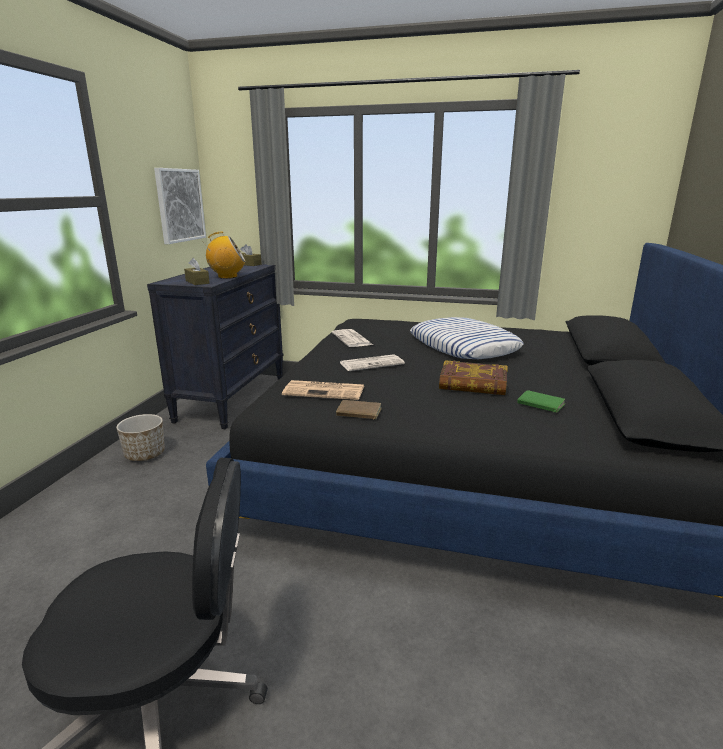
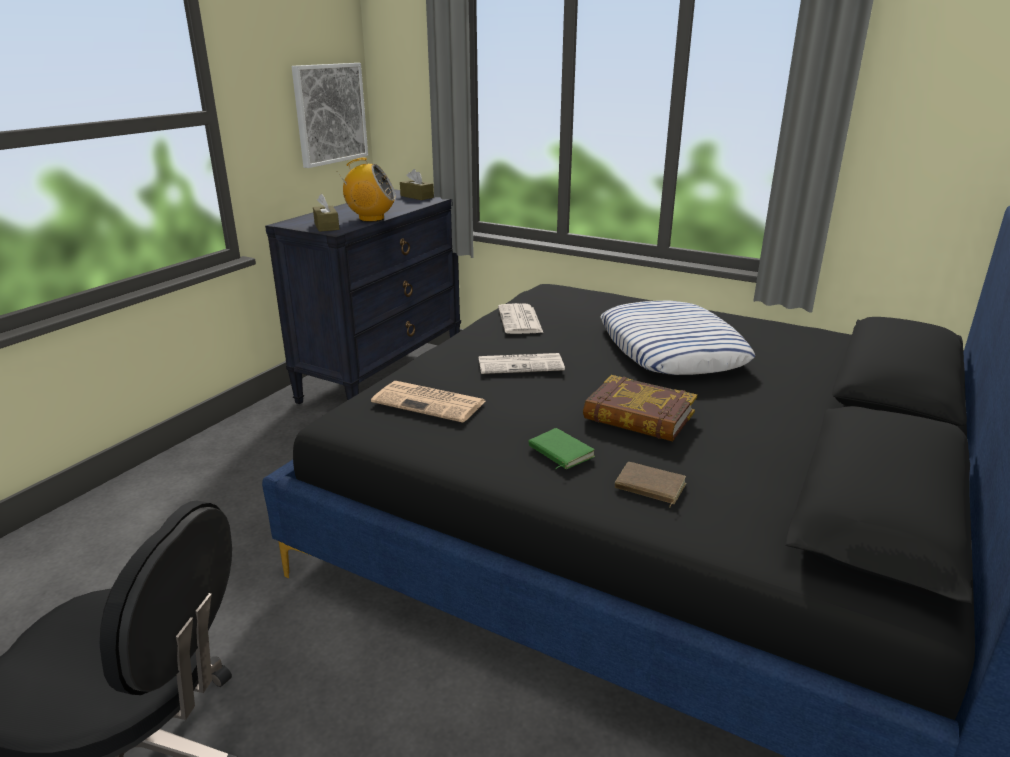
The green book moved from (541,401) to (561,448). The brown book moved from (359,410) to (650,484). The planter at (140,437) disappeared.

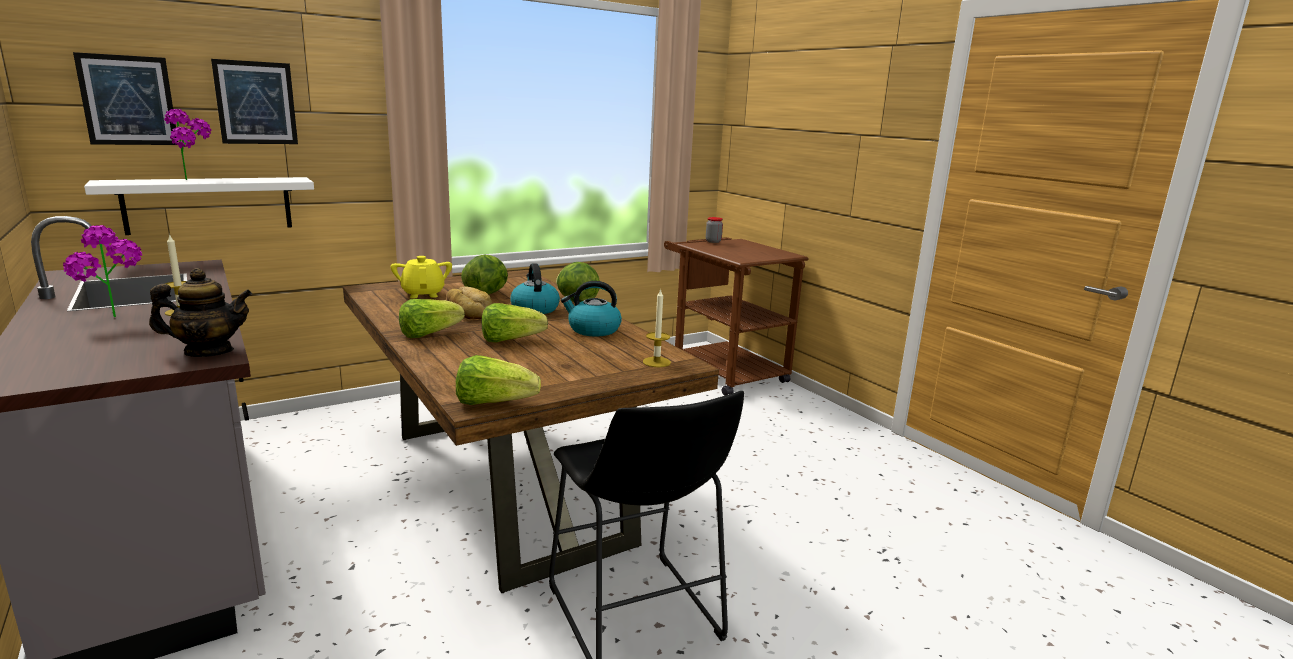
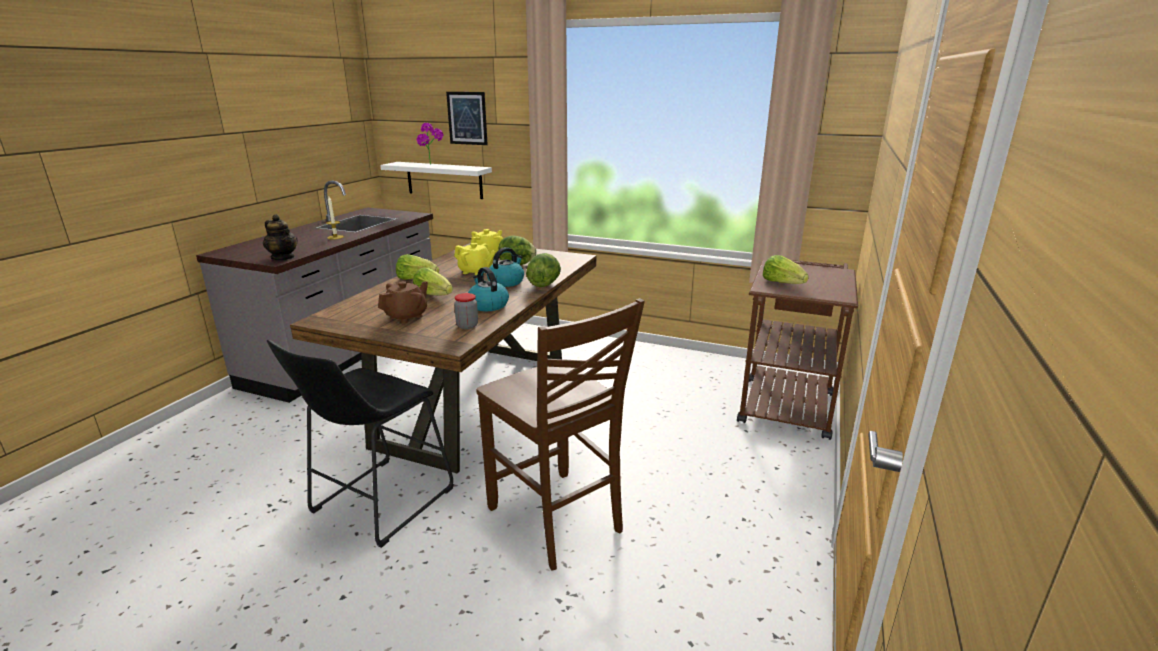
The brown teapot at (403,302) appeared. The bread at (469,302) was replaced by the yellow teapot at (475,259). The jar moved from (714,230) to (466,311). The brown chair at (560,434) appeared. The lettuce moved from (498,380) to (786,269). The potted plant at (102,271) disappeared. The picture at (125,98) disappeared. The candle at (657,327) disappeared.

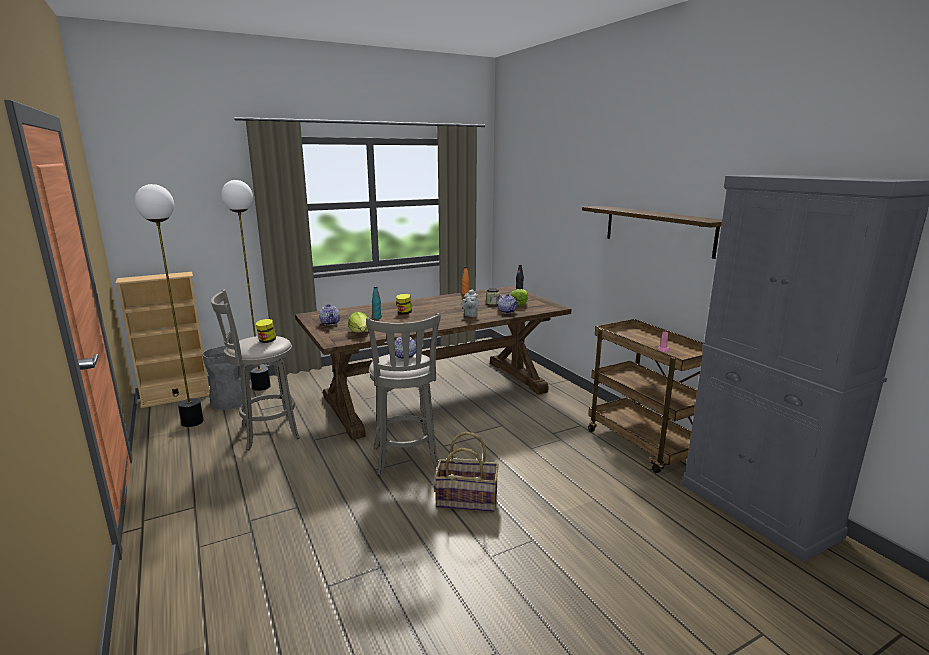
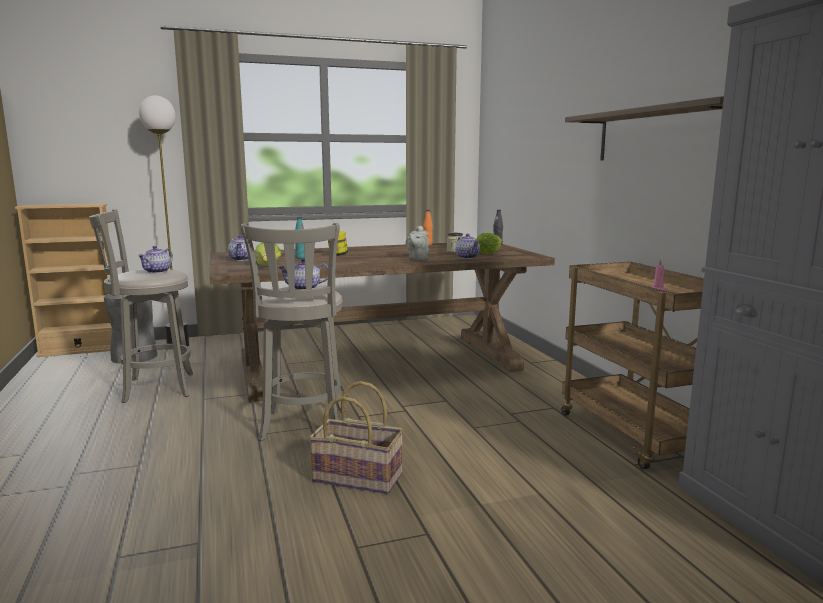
The jar at (266,331) was replaced by the teapot at (155,259). The floor lamp at (169,305) disappeared.

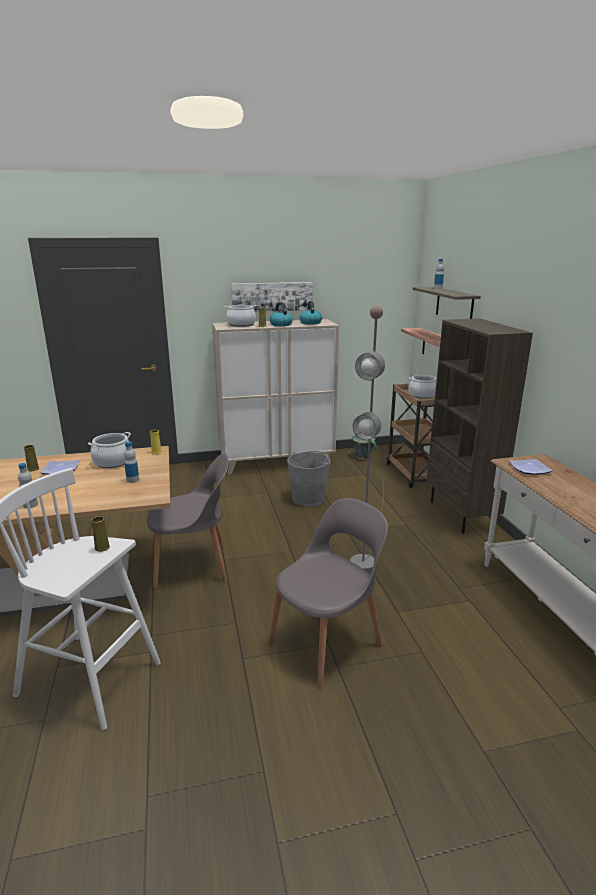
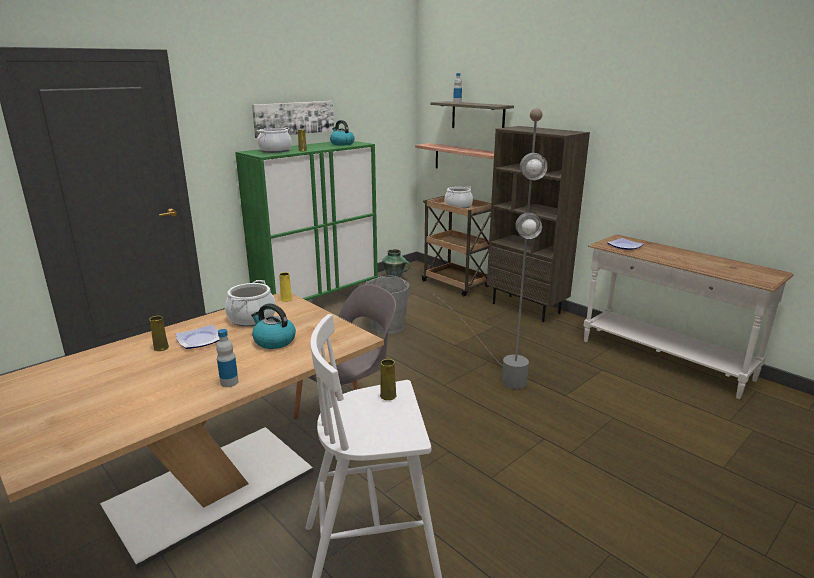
The beige cabinet at (275,397) became the green cabinet at (306,220). The kettle moved from (281,314) to (273,326). The bottle at (131,462) disappeared. The grey chair at (328,593) disappeared.

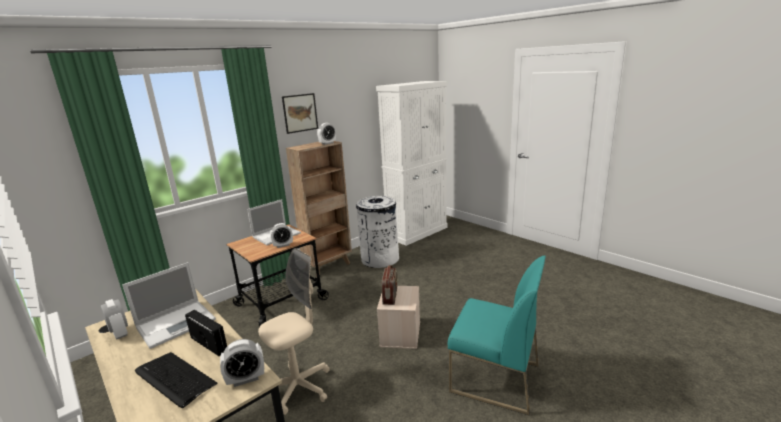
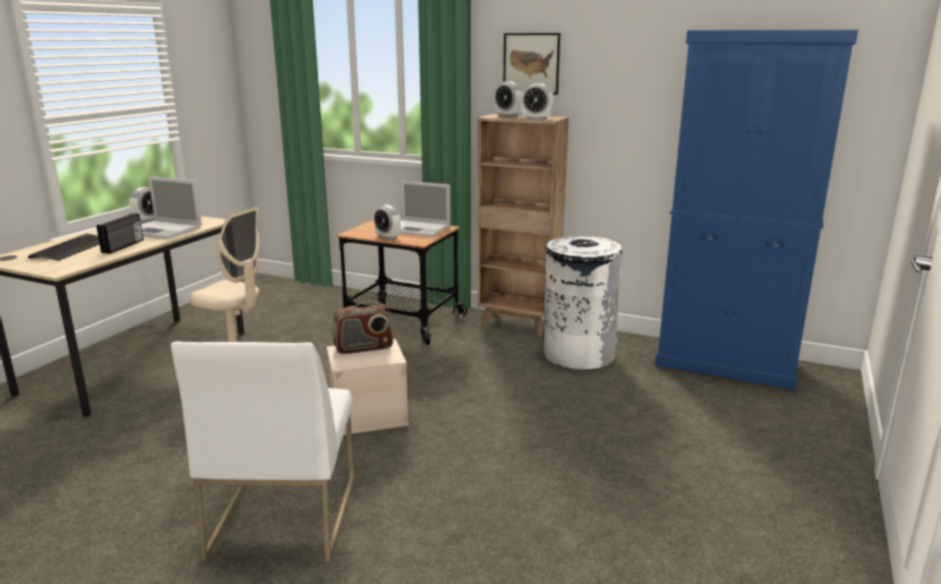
The turquoise chair at (497,335) became the white chair at (262,452). The alarm clock moved from (242,363) to (509,99). The white cabinet at (411,163) became the blue cabinet at (756,210).

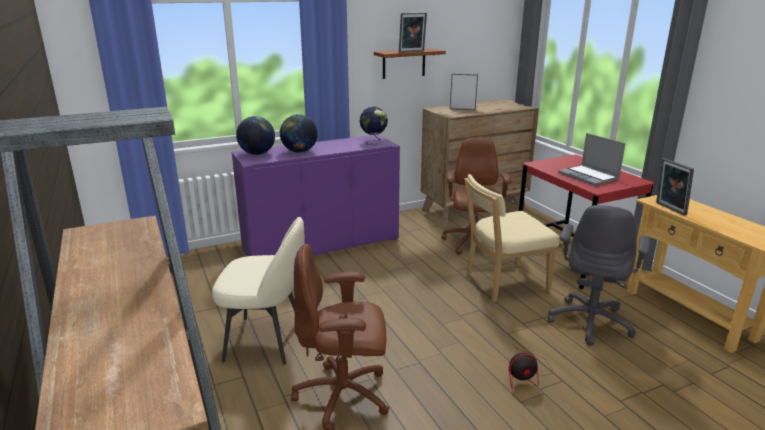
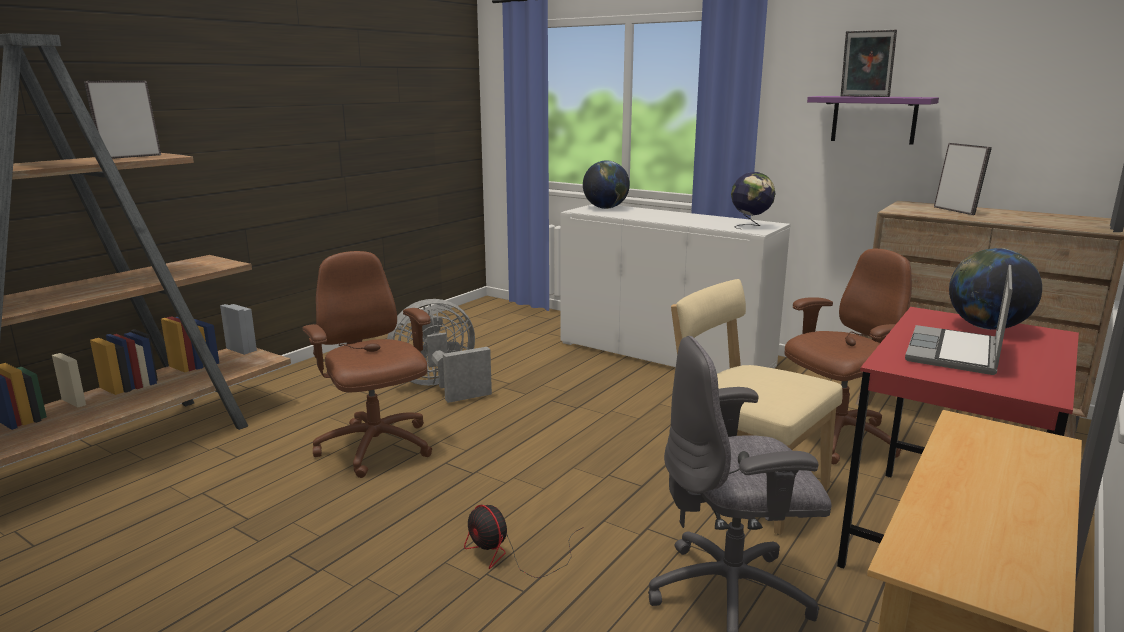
The picture frame moved from (675,187) to (122,120). The beige chair at (258,291) was replaced by the grey fan at (439,351). The purple cabinet at (316,195) became the white cabinet at (675,288). The brown shelf at (410,63) became the purple shelf at (873,120). The globe moved from (299,133) to (995,289).

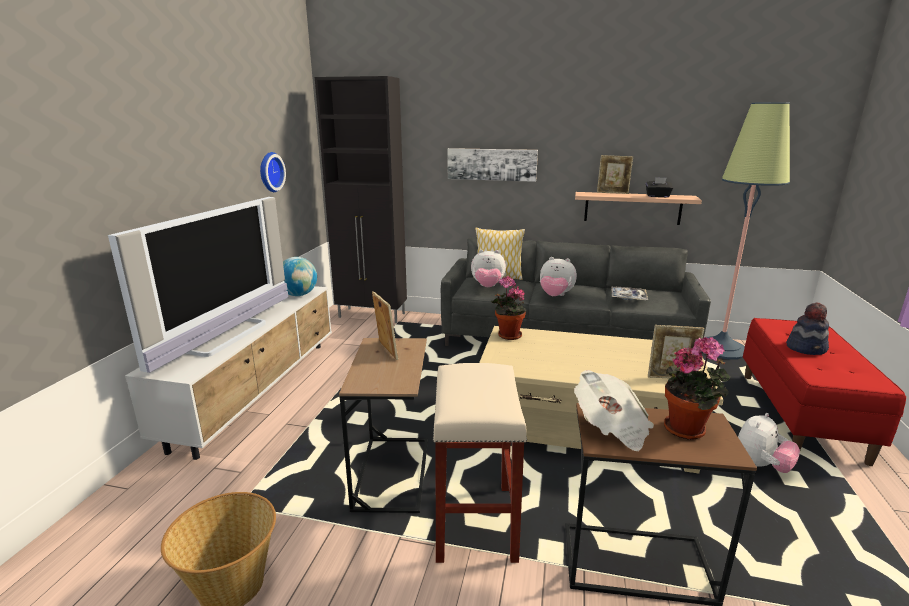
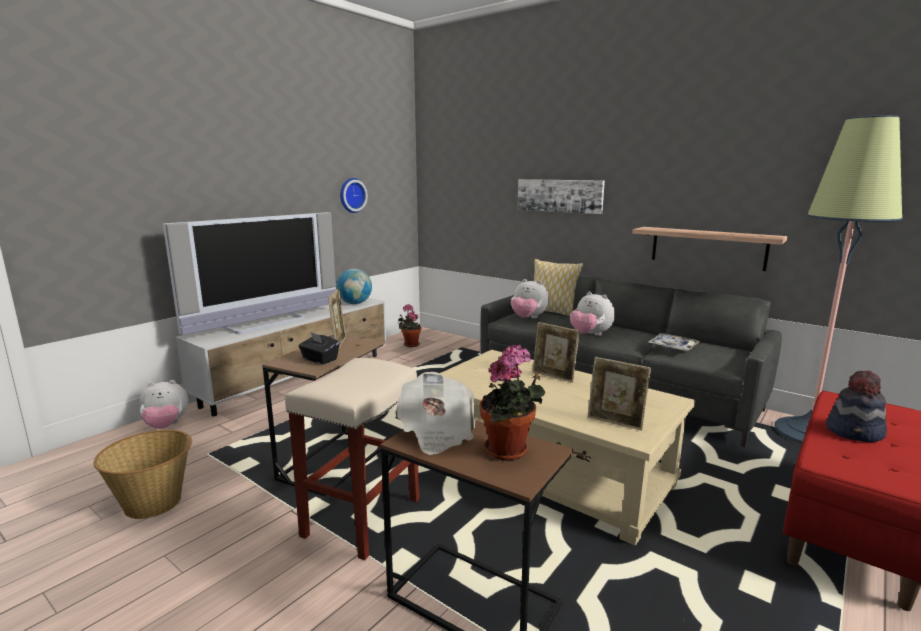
The plush toy moved from (769,443) to (164,404). The black tissue box moved from (659,187) to (318,348). The potted plant moved from (508,308) to (409,325). The picture frame moved from (615,174) to (556,352). The black cabinet at (361,199) disappeared.

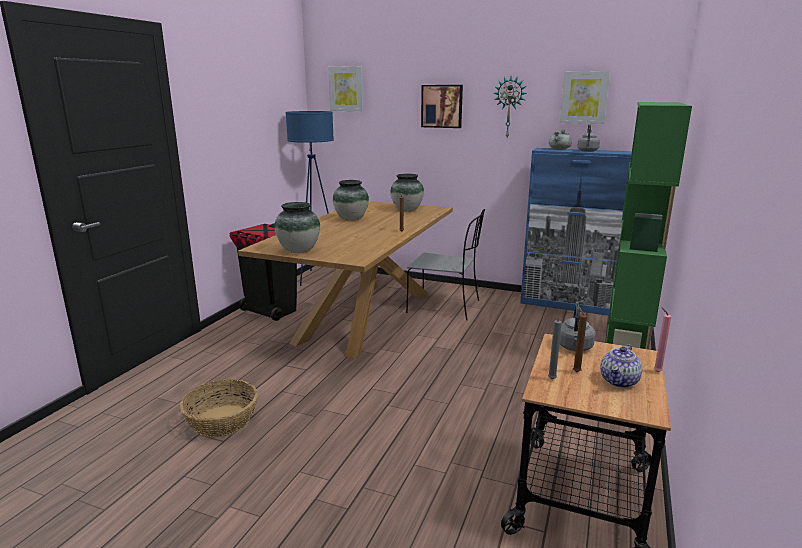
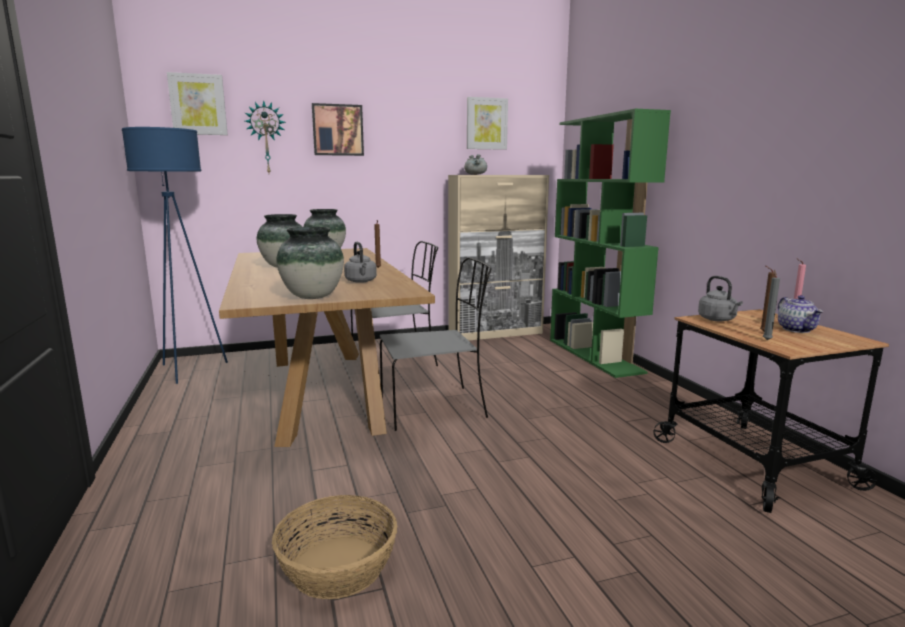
The wall clock moved from (510,106) to (265,136). The grey kettle moved from (588,138) to (360,262). The grey chair at (436,344) appeared. The blue cabinet at (576,232) became the beige cabinet at (498,258). The black trash can at (263,272) disappeared.

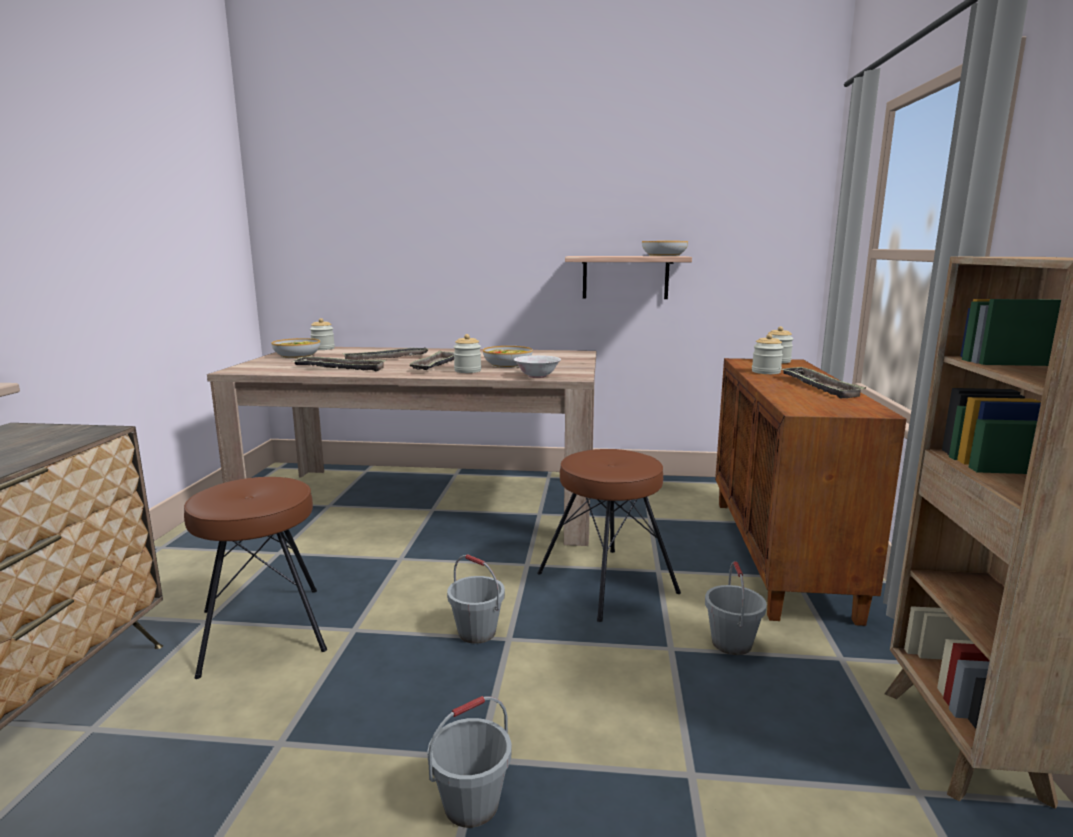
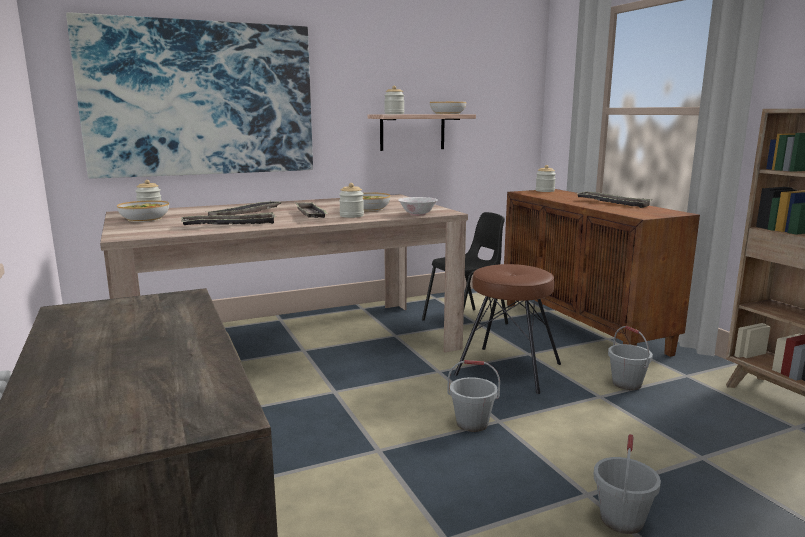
The picture at (189,95) appeared. The jar moved from (768,354) to (394,100). The black chair at (465,268) appeared. The brown stool at (255,578) disappeared.

